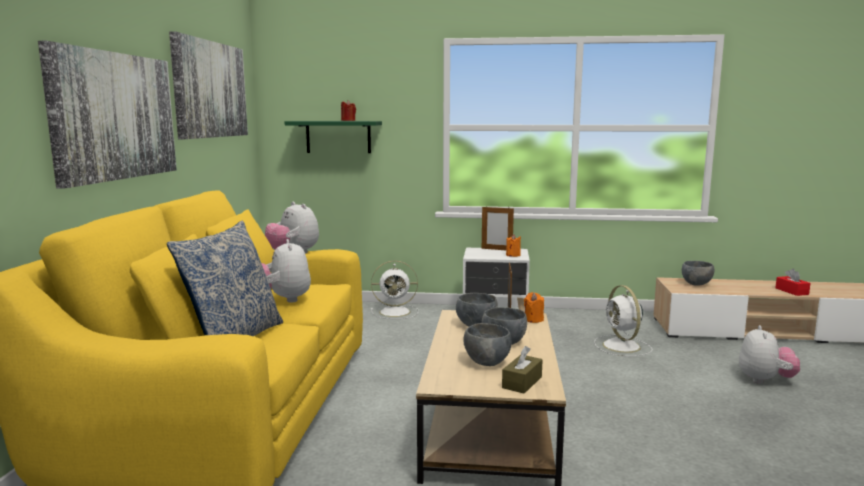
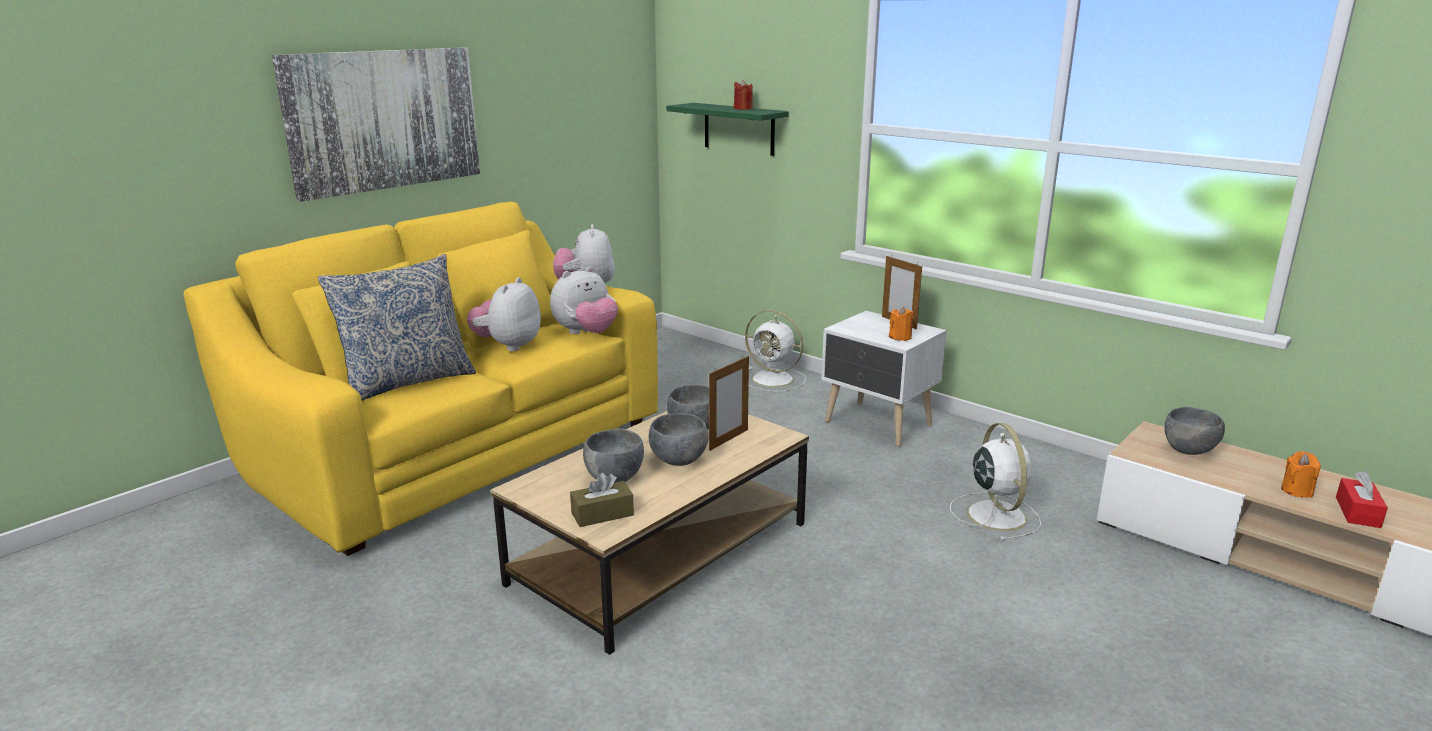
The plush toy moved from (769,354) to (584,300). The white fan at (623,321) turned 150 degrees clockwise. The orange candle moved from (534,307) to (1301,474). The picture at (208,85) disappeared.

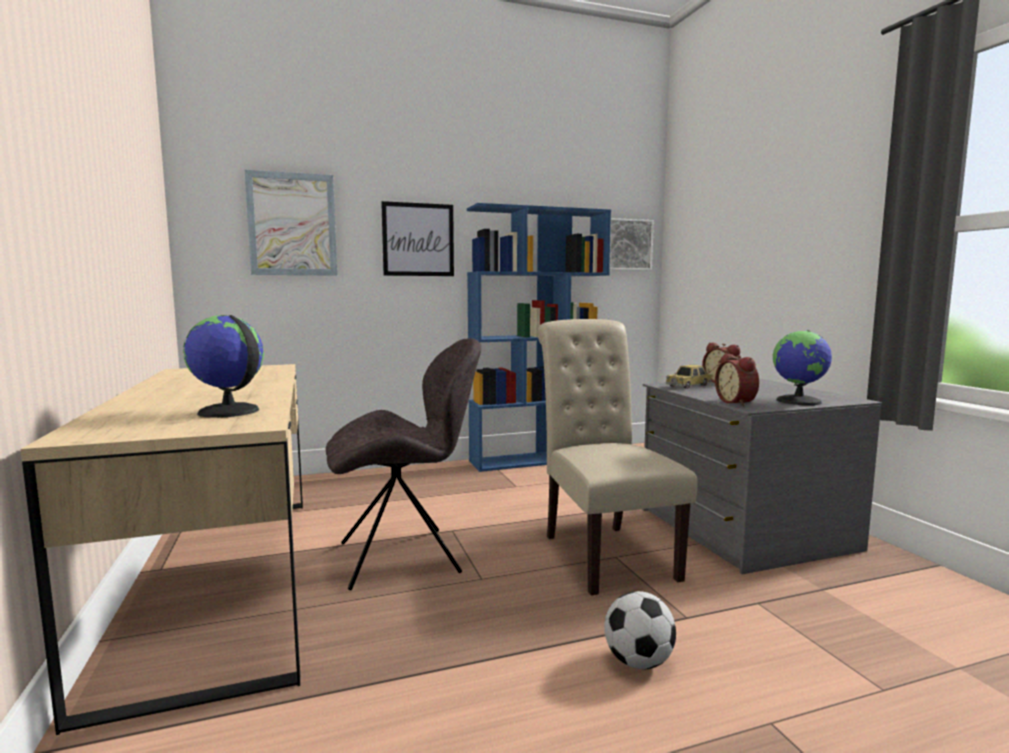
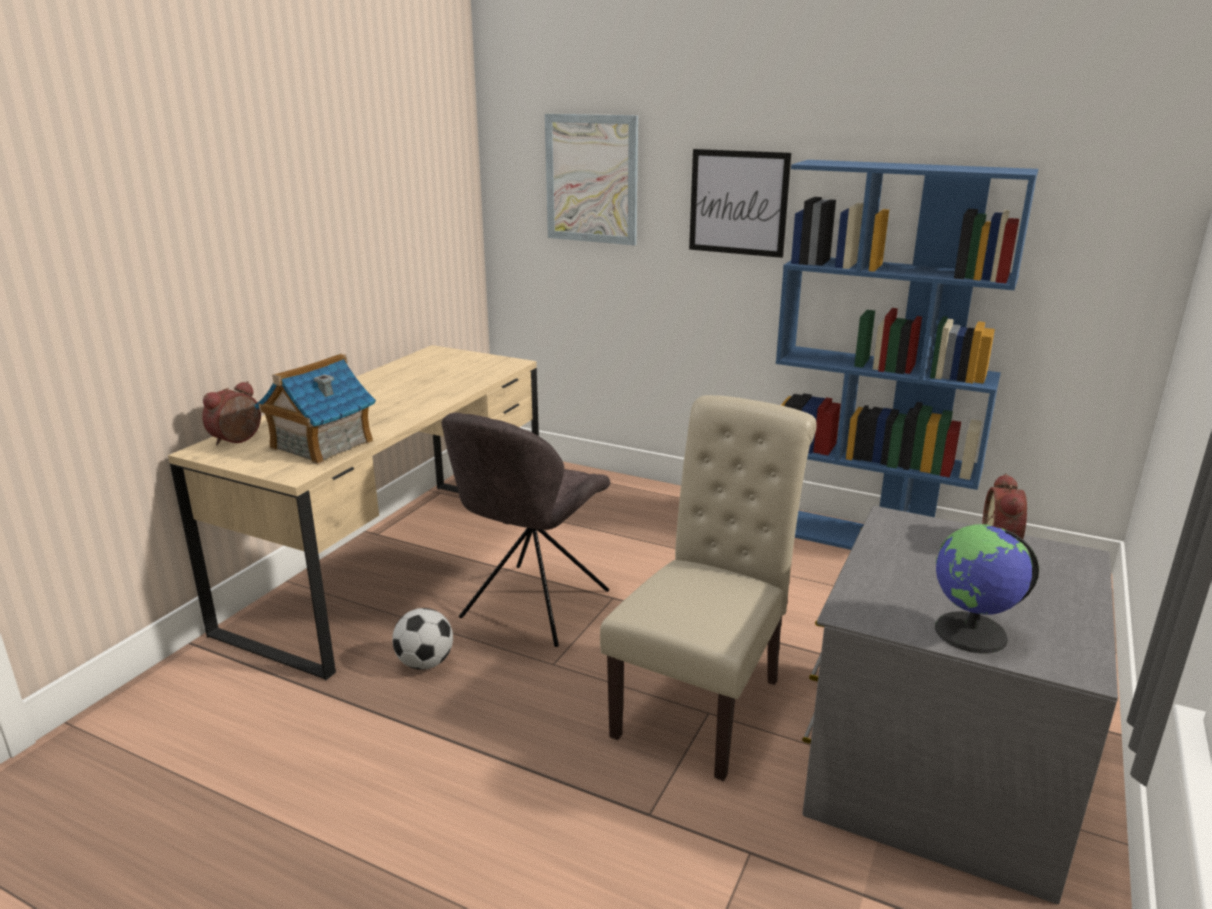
The alarm clock moved from (737,379) to (231,413). The globe at (223,366) was replaced by the toy house at (315,409). The football moved from (640,630) to (422,639). The grey chair at (403,464) turned 90 degrees clockwise. The picture at (631,244) disappeared. The toy car at (689,377) disappeared.

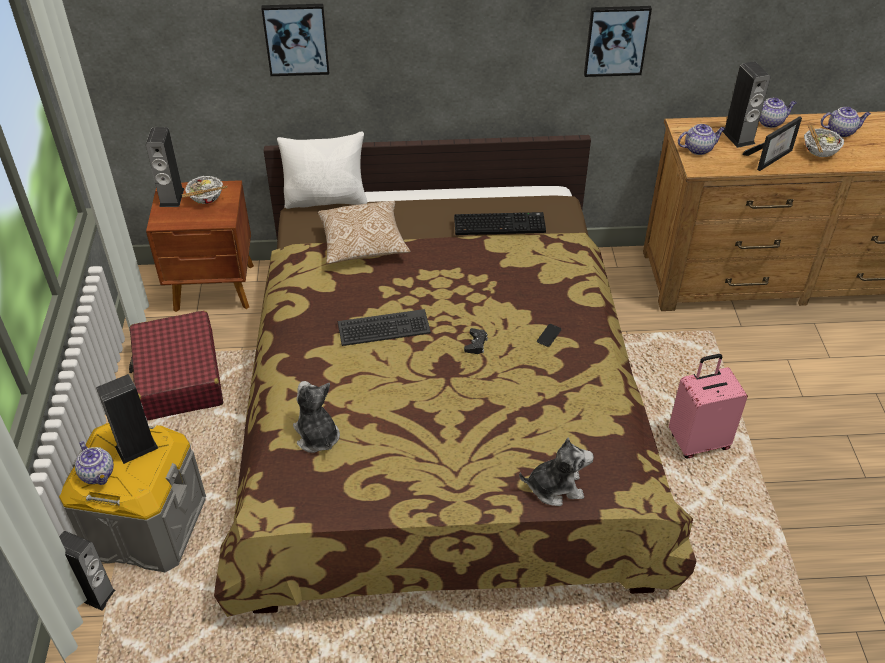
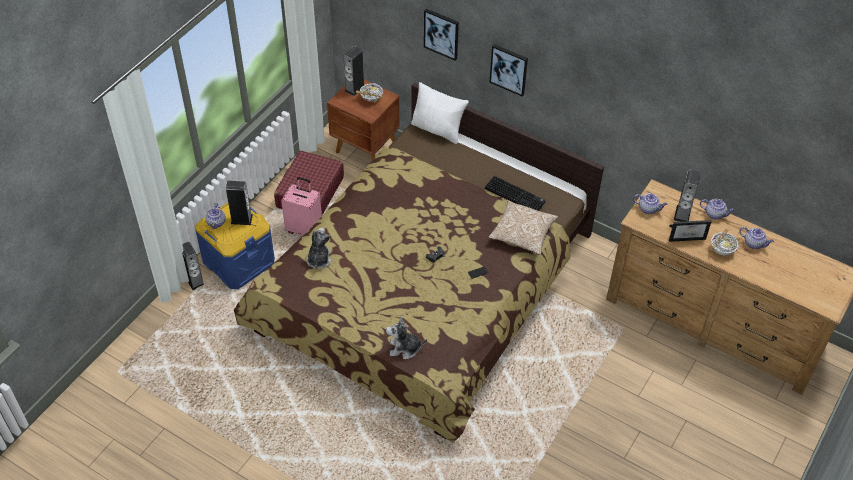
The grey storage box at (132,497) became the blue storage box at (235,246). The pink suitcase moved from (708,406) to (301,206). The plush toy at (556,471) turned 150 degrees clockwise. The pillow moved from (364,232) to (523,228). The picture moved from (618,41) to (508,70). The keyboard at (384,327) disappeared.

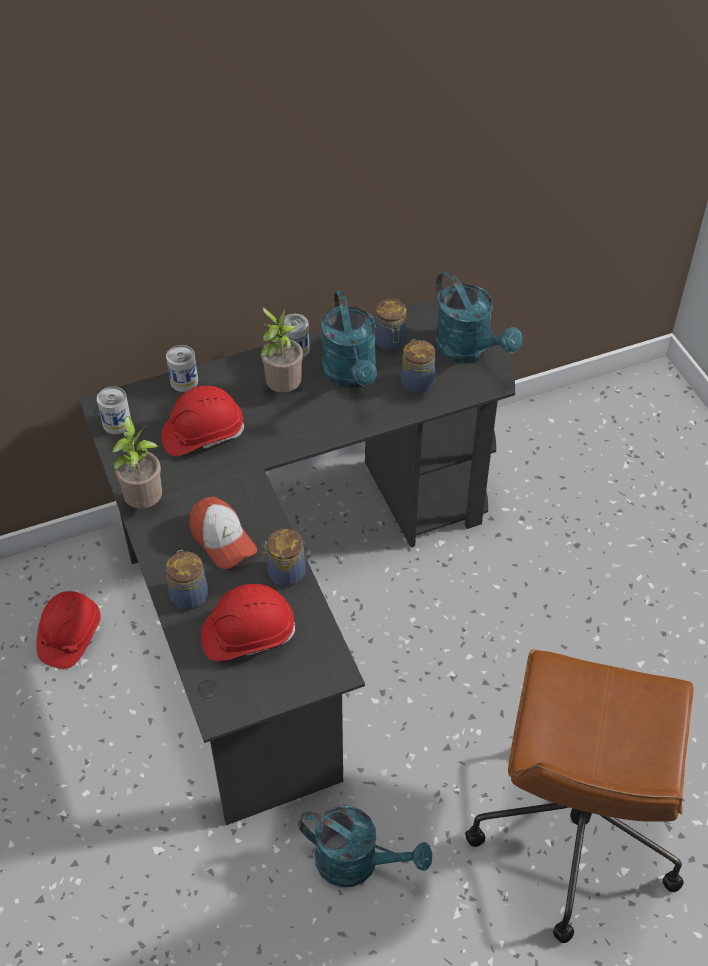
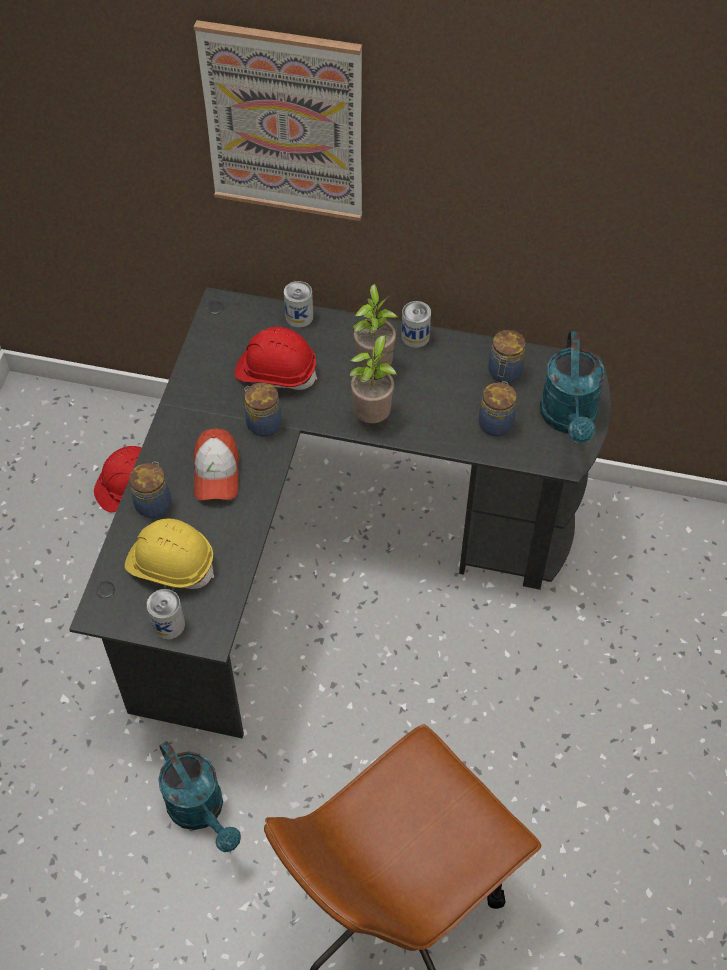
The red hard hat at (248,622) became the yellow hard hat at (169,554). The can moved from (114,410) to (166,614). The picture at (277,120) appeared. The jar moved from (284,558) to (263,410). The potted plant moved from (136,462) to (373,379). The turquoise watering can at (349,339) disappeared.

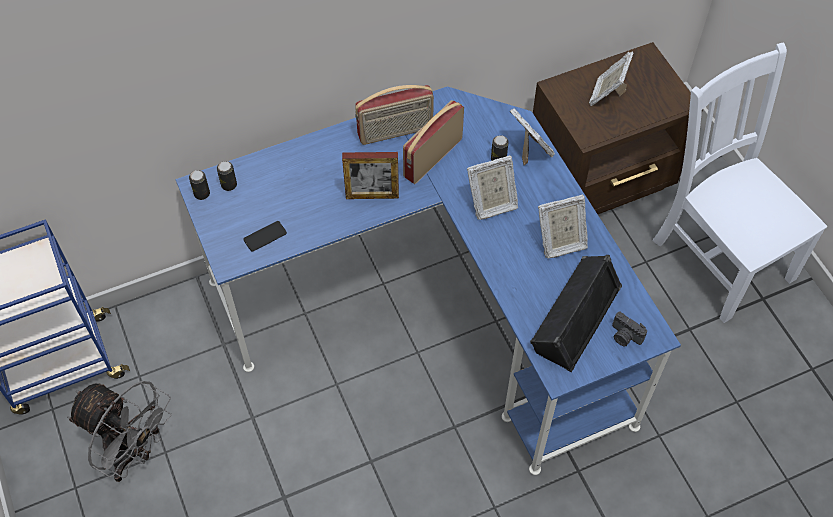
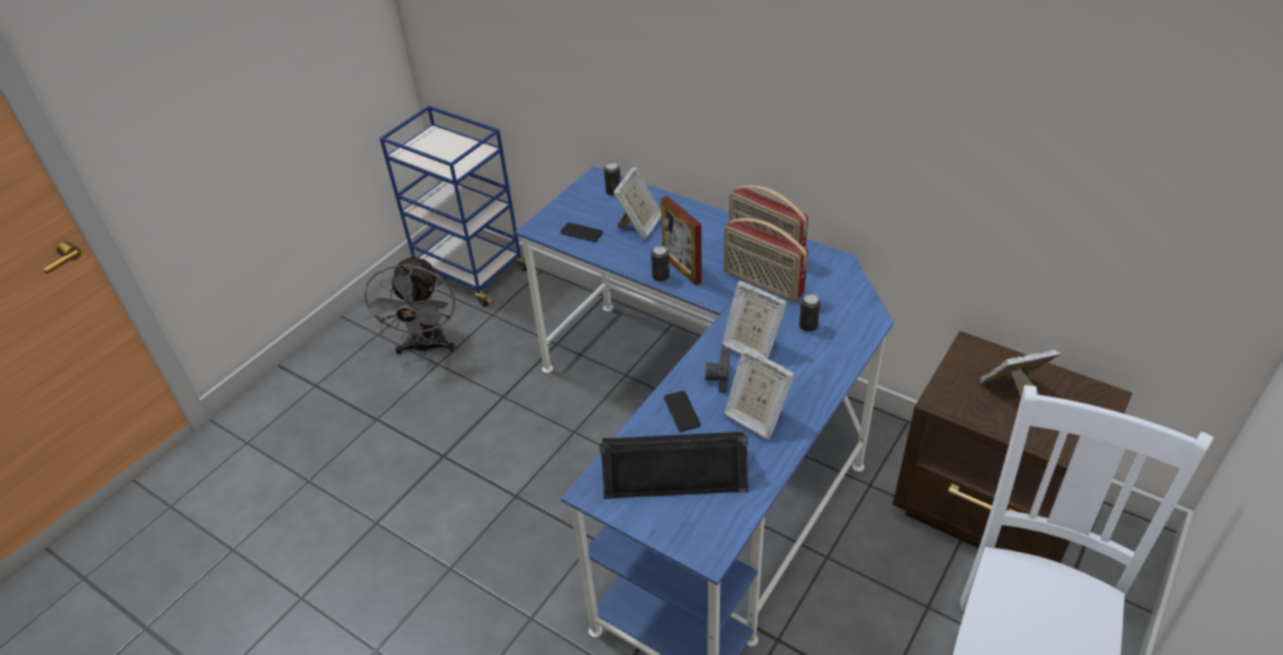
The picture frame moved from (532,136) to (637,203). The can moved from (199,185) to (660,264). The phone at (682,411) appeared. The photo camera moved from (629,329) to (717,370). The radio at (433,142) turned 150 degrees counterclockwise.

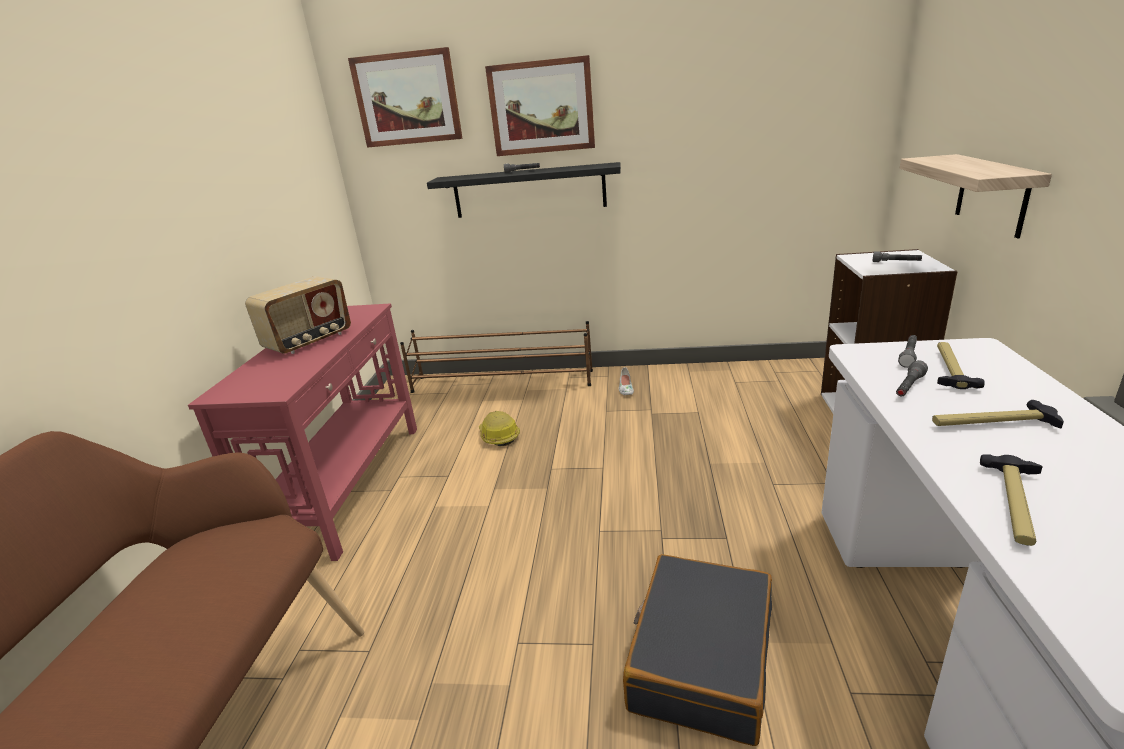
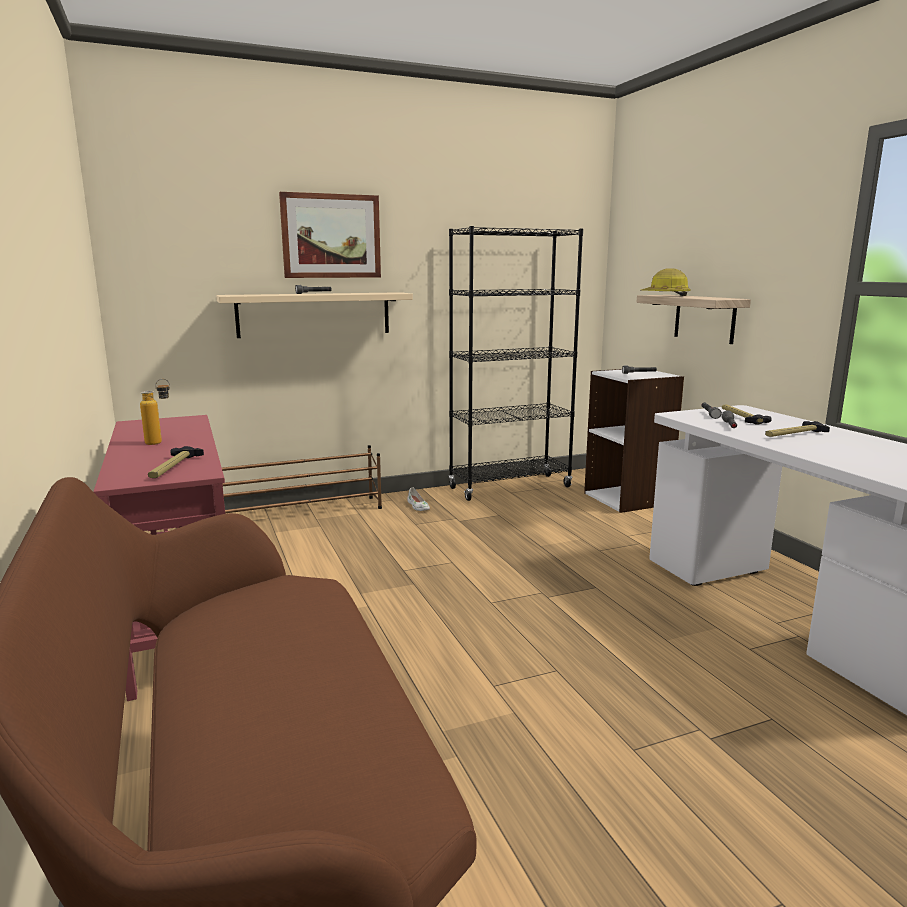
The radio at (298,315) was replaced by the bottle at (155,412). The hammer moved from (1011,500) to (176,462). The black shelf at (524,190) became the beige shelf at (314,315). The black bookcase at (515,363) appeared. The hard hat moved from (499,428) to (666,282). The picture at (405,97) disappeared. The black suitcase at (697,650) disappeared.

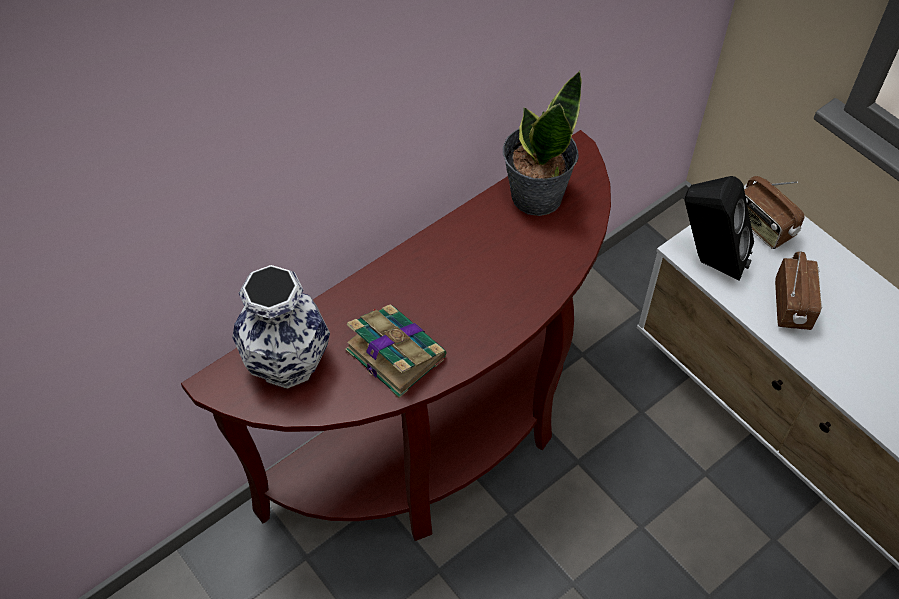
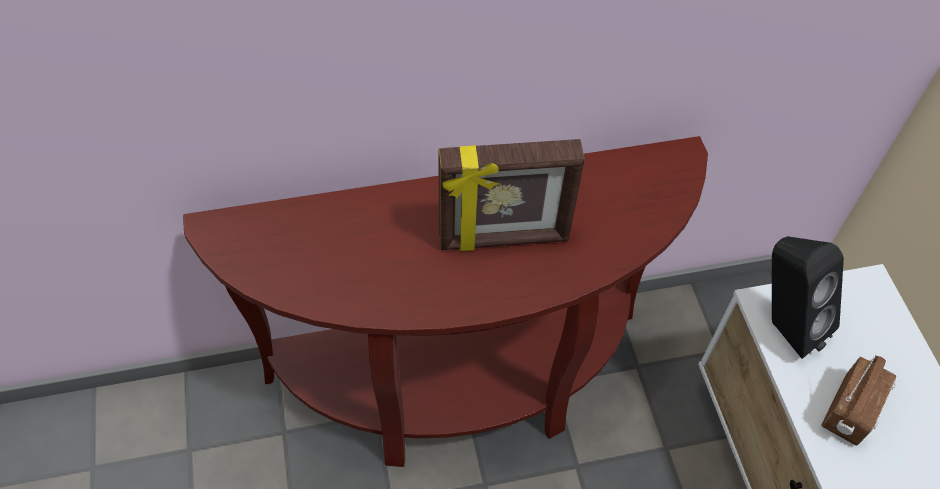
The picture frame at (511,195) appeared. The vase at (281,327) disappeared. The book at (396,351) disappeared. The potted plant at (542,143) disappeared. The radio at (774,212) disappeared.

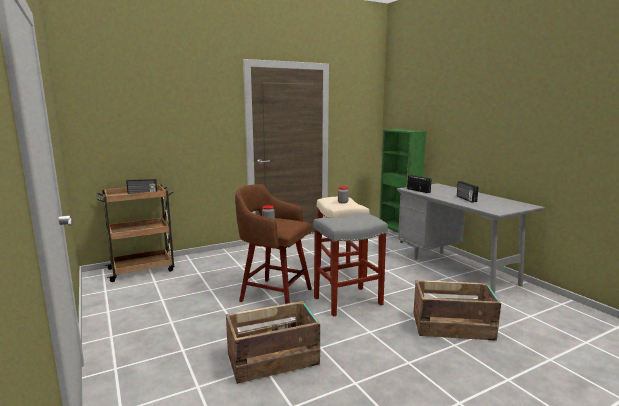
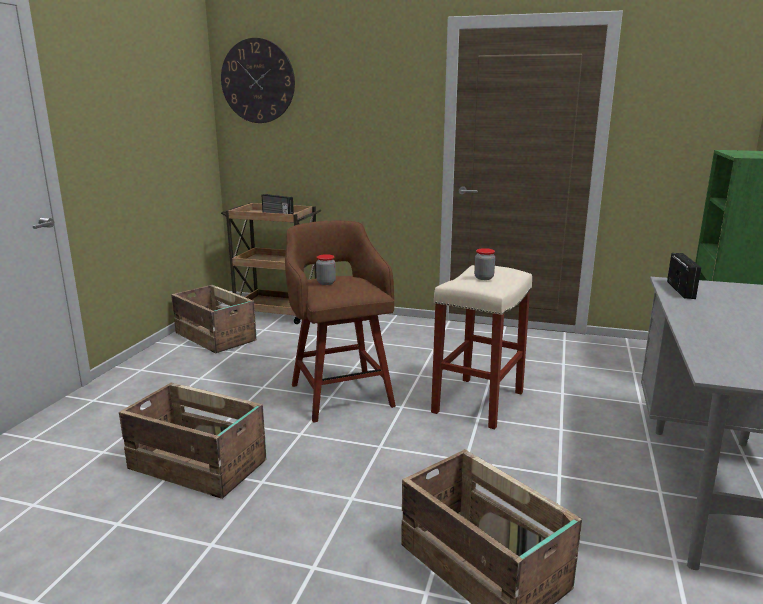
The crate at (214,319) appeared. The wall clock at (258,80) appeared. The grey stool at (350,265) disappeared. The radio at (468,191) disappeared.

